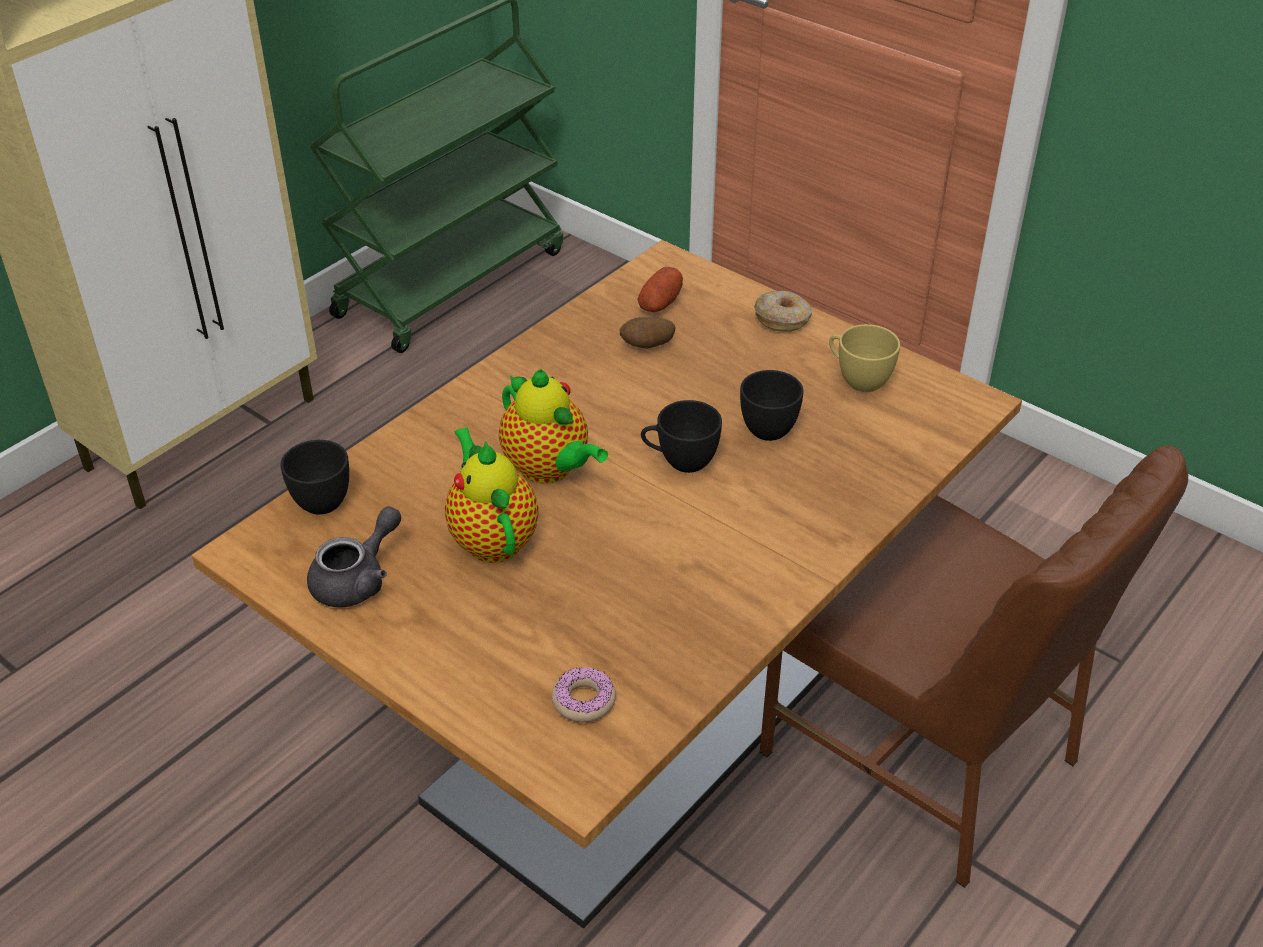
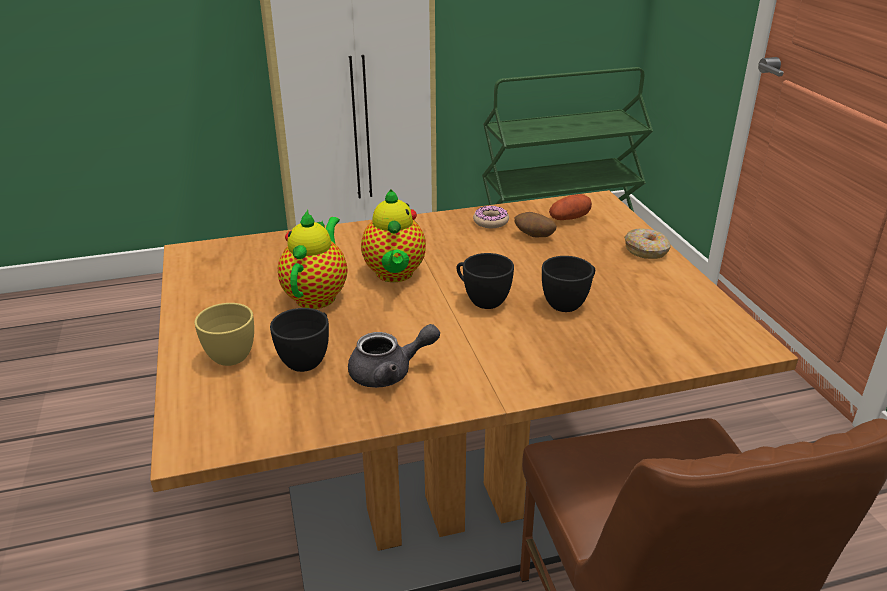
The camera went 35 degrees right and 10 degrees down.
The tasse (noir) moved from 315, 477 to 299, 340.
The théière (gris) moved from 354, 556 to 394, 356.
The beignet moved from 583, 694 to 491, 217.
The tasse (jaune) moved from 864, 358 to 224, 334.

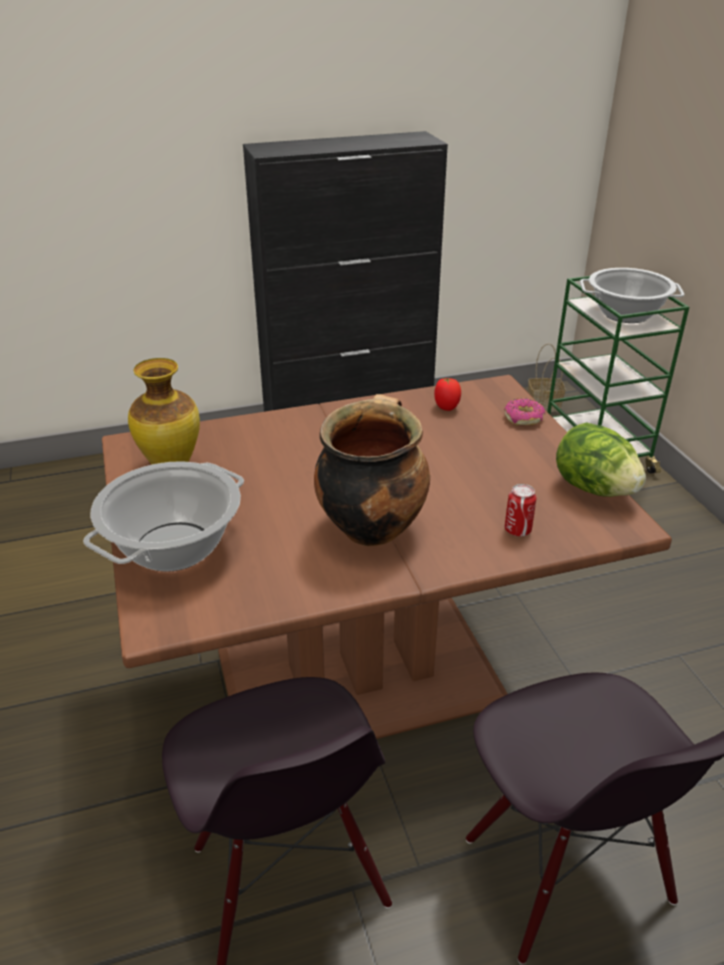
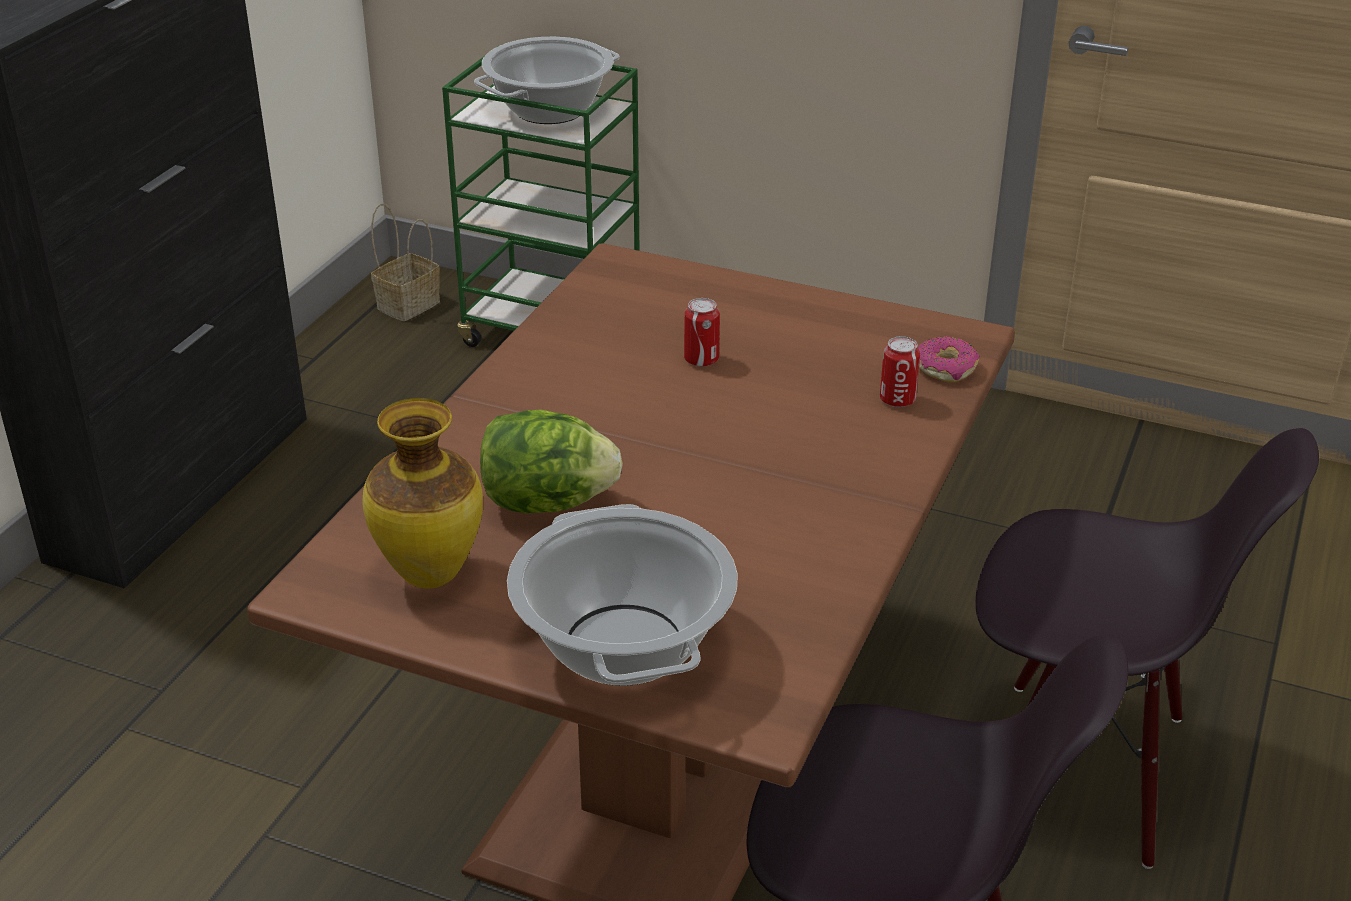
The camera went 50 degrees left and 0 degrees up.
The marmite at 372, 470 disappeared.
The tomate at 447, 394 disappeared.
The beignet moved from 524, 412 to 949, 359.
The laitue moved from 601, 459 to 551, 461.
The boîte métallique at 702, 332 appeared.

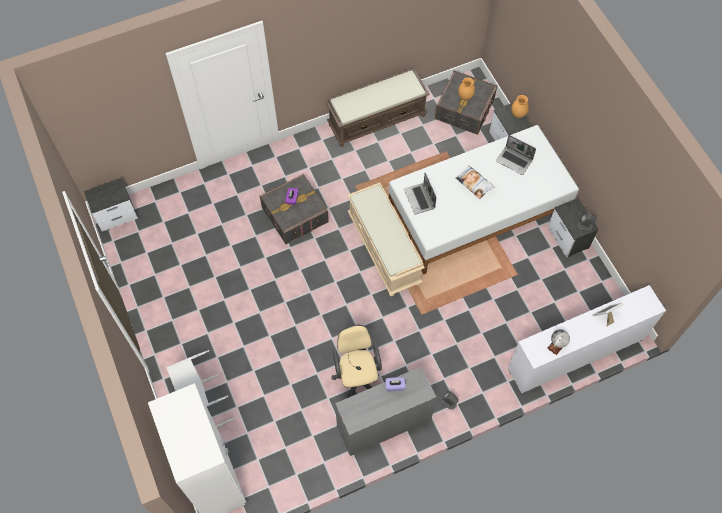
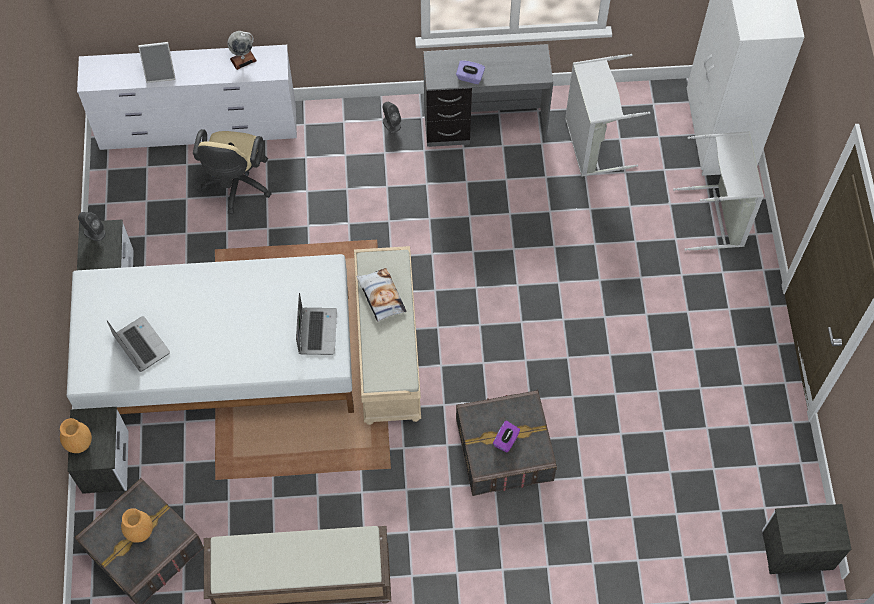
The camera went 160 degrees left and 0 degrees up.
The chaise de bureau (beige) moved from 357, 361 to 232, 171.
The coussin moved from 475, 182 to 381, 295.
The panier à linge (gris) at 608, 115 appeared.

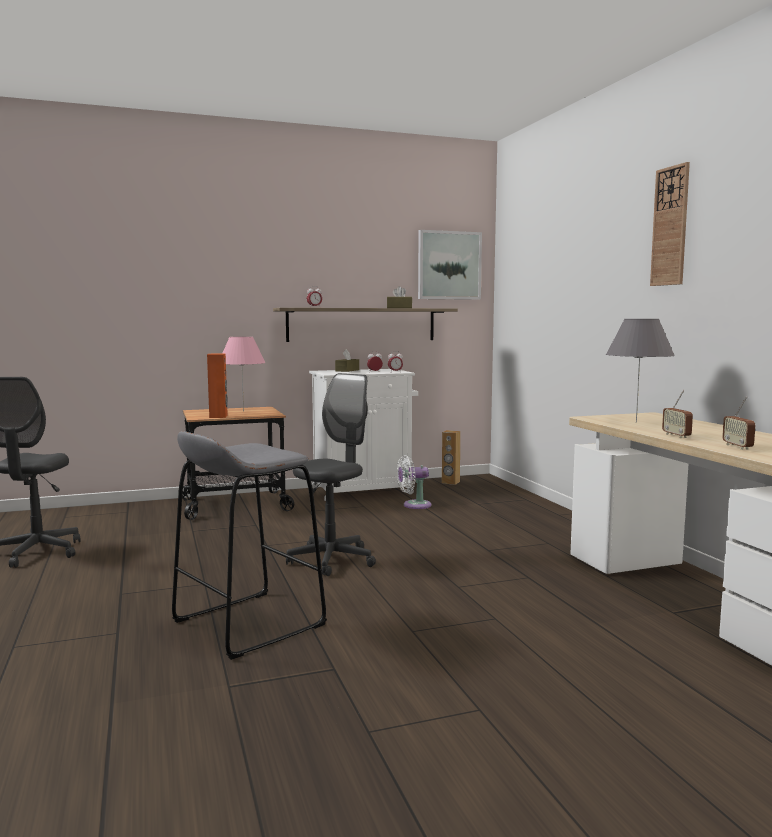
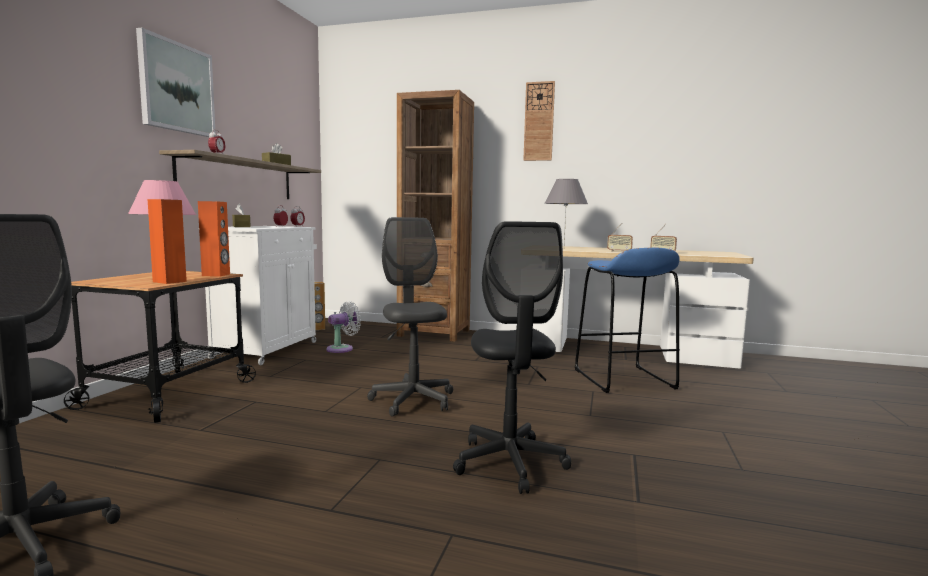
The camera went 55 degrees left and 0 degrees up.
The tabouret (gris) at 249, 545 was replaced by the chaise de bureau (noir) at 512, 357.
The ventilateur (blanc) at 414, 482 turned 150 degrees counterclockwise.
The tableau moved from 450, 265 to 176, 82.
The enceinte (orange) at 214, 239 appeared.
The bibliothèque (marron) at 435, 216 appeared.
The tabouret (bleu) at 627, 320 appeared.

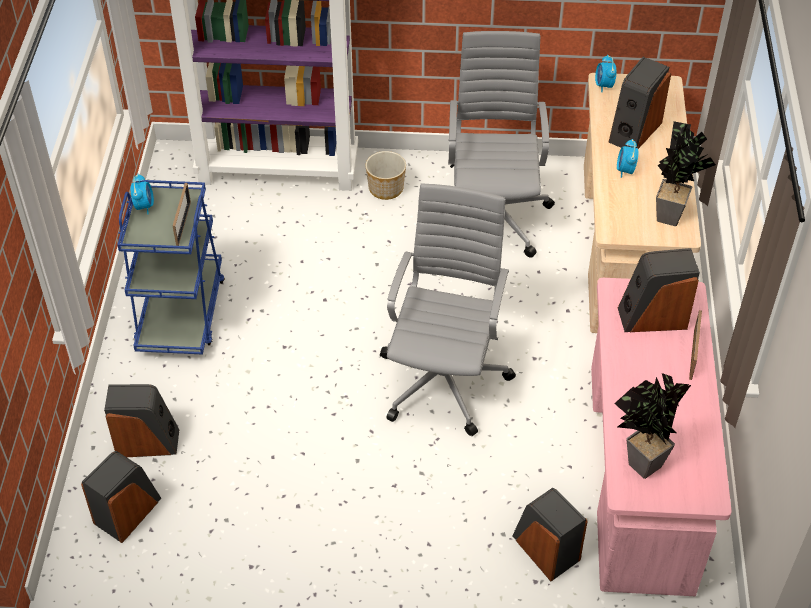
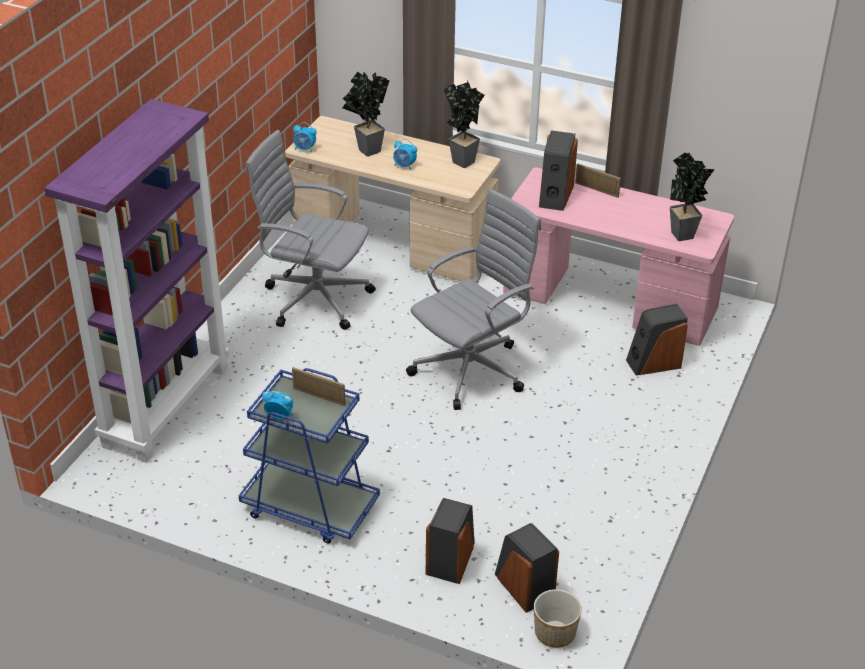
The camera went 70 degrees left and 10 degrees down.
The cache-pot moved from 385, 175 to 558, 618.
The chaise de bureau (gris) at 448, 309 turned 105 degrees clockwise.
The enceinte at 639, 103 was replaced by the plante en pot at 366, 114.

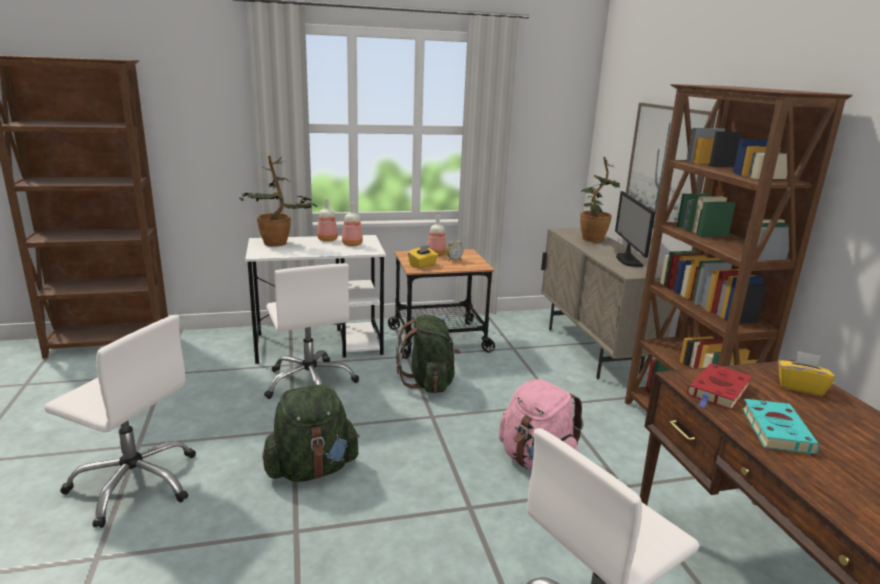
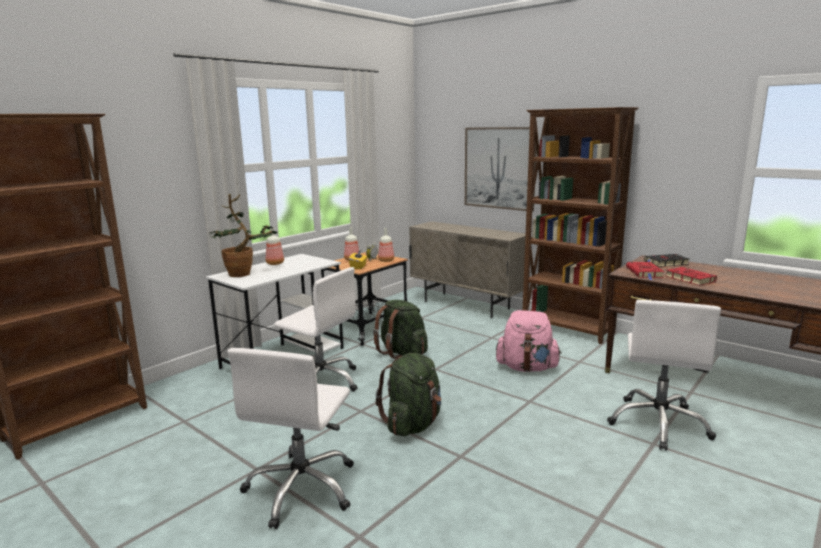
The camera went 35 degrees left and 5 degrees down.
The chaise de bureau (blanc) at 120, 421 turned 120 degrees clockwise.
The bouteille moved from 352, 224 to 386, 245.
The plante en pot at 600, 199 disappeared.
The écran d'ordinateur at 635, 229 disappeared.
The livre (turquoise) at 781, 426 became the livre (rouge) at 691, 276.
The boîte à mouchoirs (jaune) at 806, 373 was replaced by the livre (noir) at 666, 260.

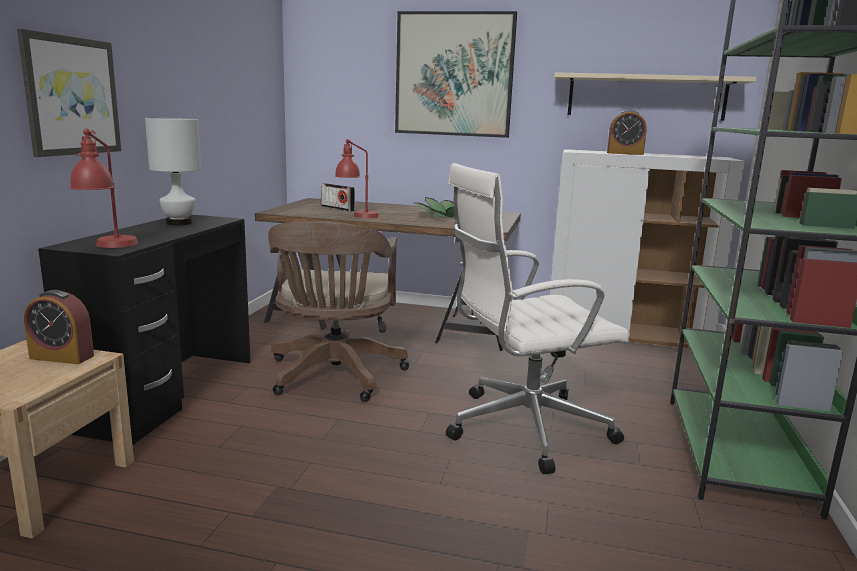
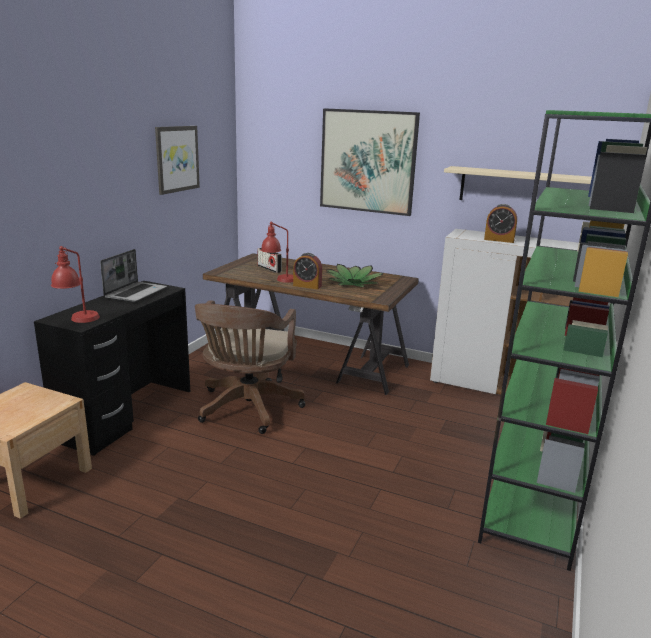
The camera went 10 degrees right and 5 degrees up.
The tableau moved from 69, 93 to 177, 160.
The réveil moved from 59, 327 to 307, 271.
The lampe de table (blanc) at 173, 171 was replaced by the ordinateur portable at 133, 275.
The chaise de bureau (blanc) at 538, 318 disappeared.

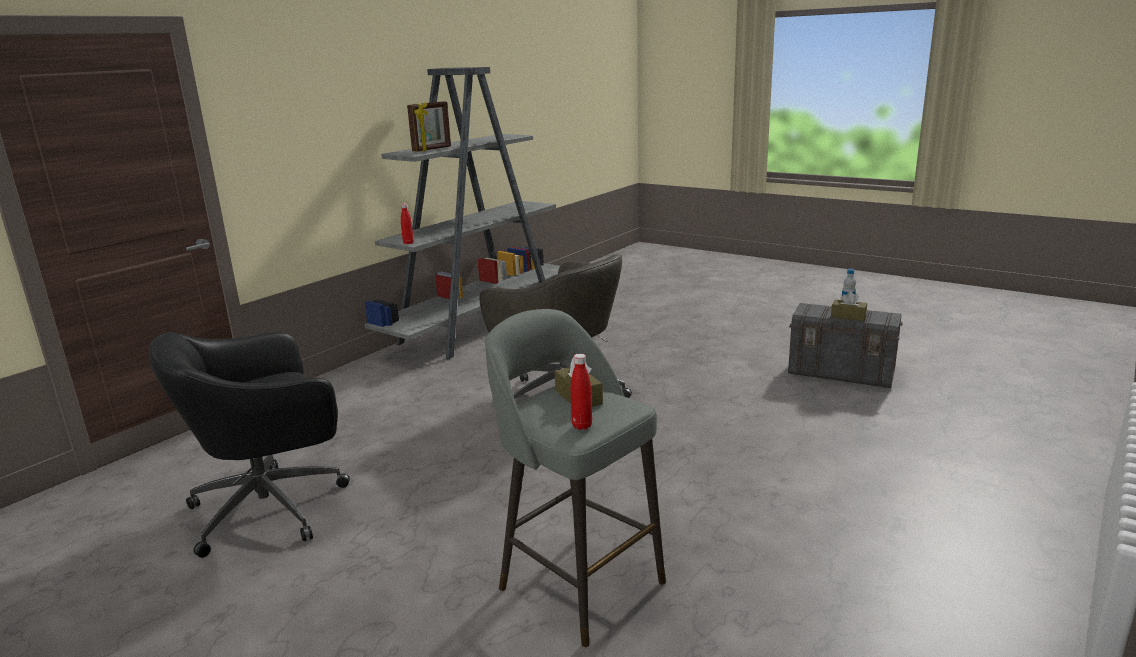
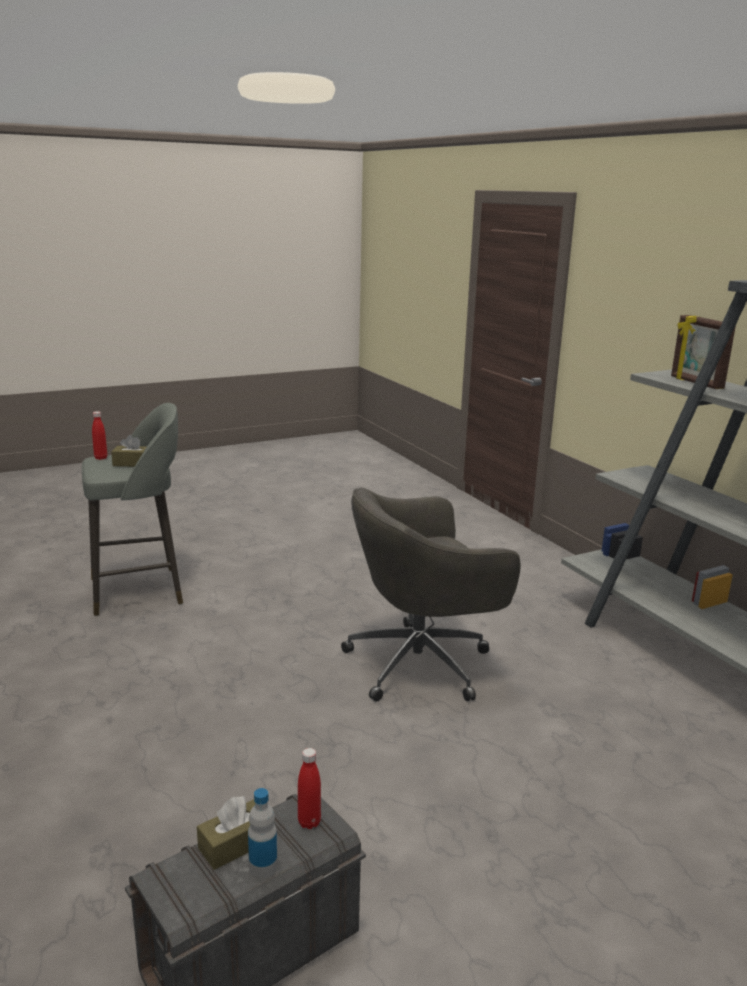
The camera went 115 degrees right and 0 degrees up.
The chaise de bureau (noir) at 249, 445 disappeared.
The bouteille (rouge) moved from 407, 223 to 309, 788.

